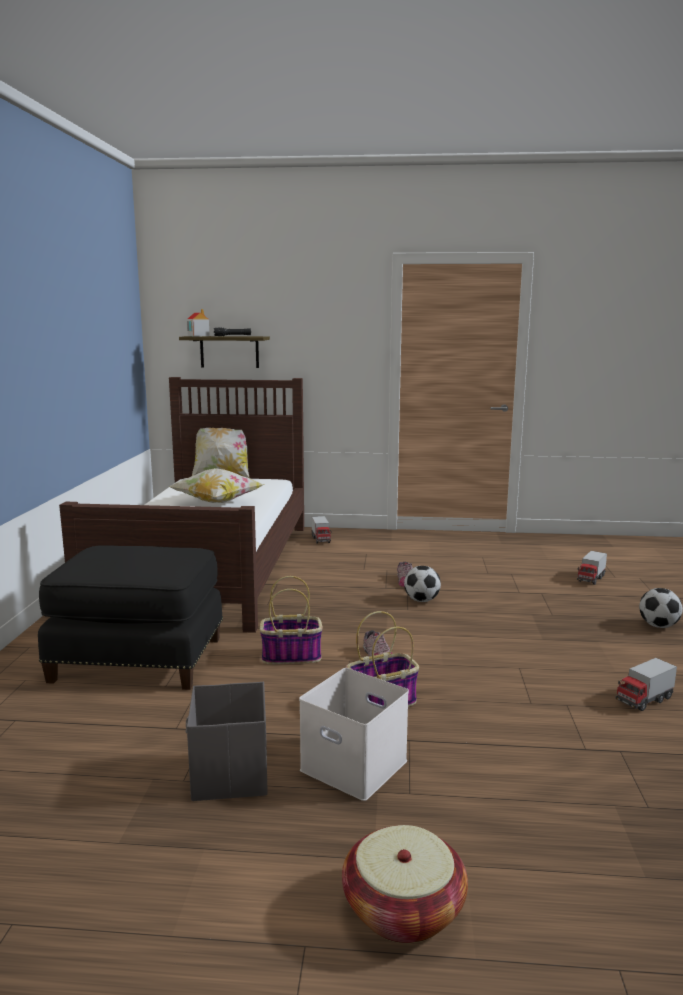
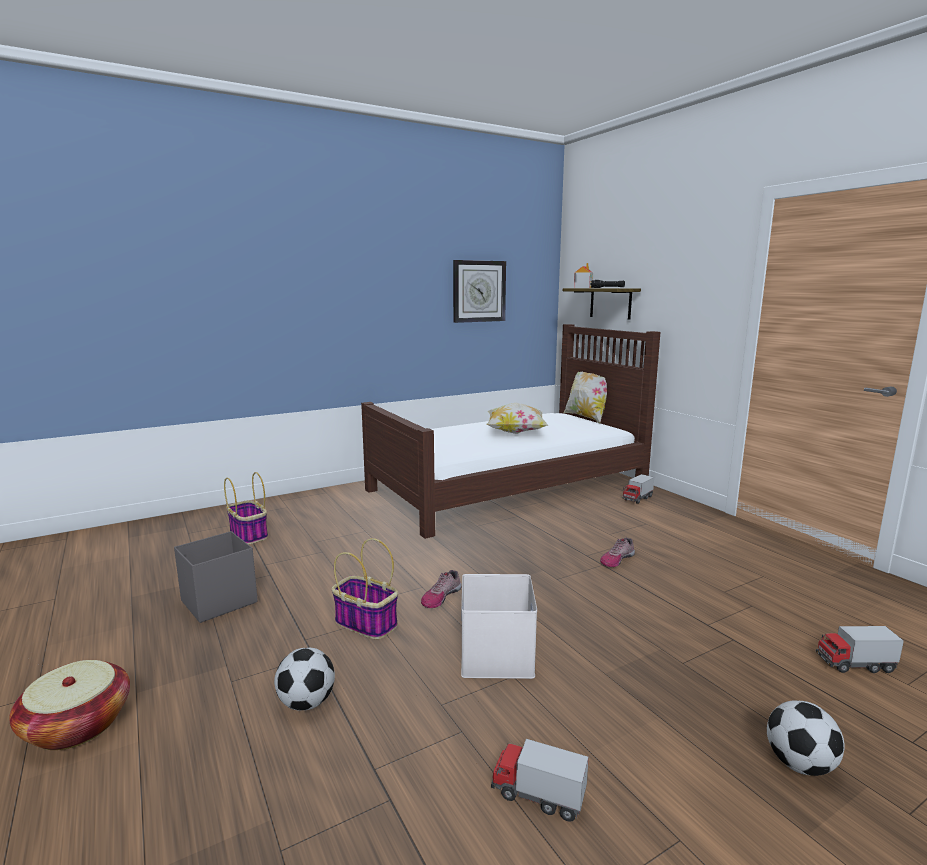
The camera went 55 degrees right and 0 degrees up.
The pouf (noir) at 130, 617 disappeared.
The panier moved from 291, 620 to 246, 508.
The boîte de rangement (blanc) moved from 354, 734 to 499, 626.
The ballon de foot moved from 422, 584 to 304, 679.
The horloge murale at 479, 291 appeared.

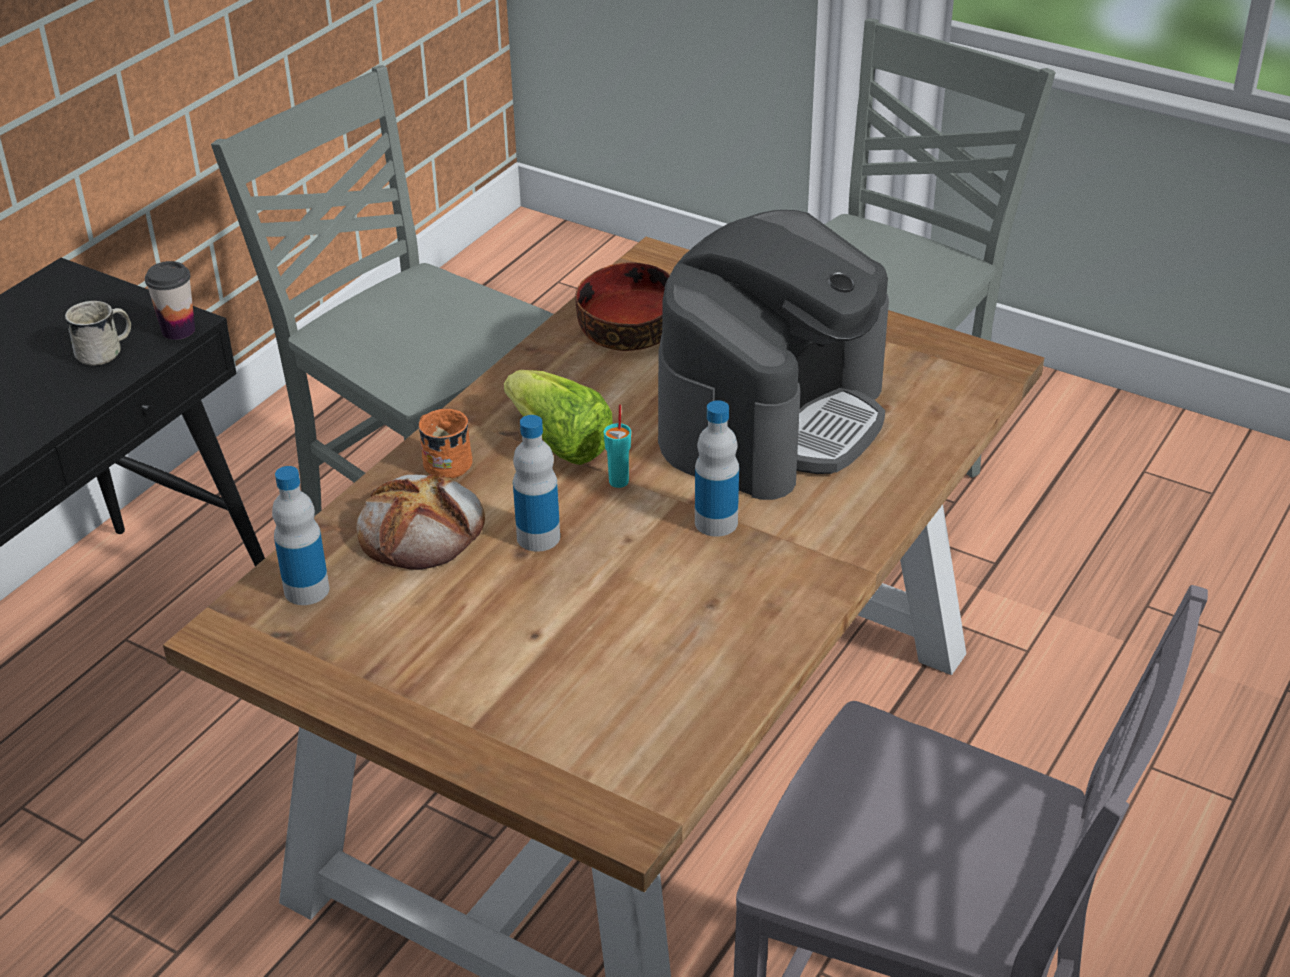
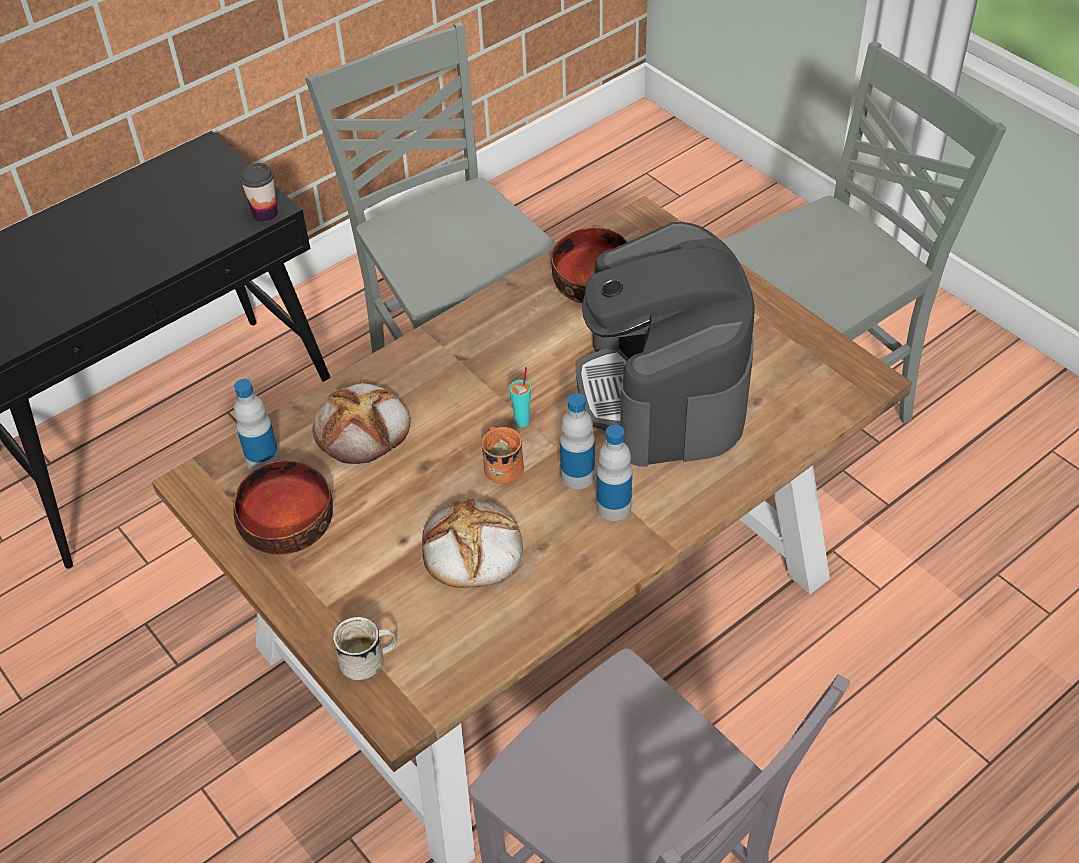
The camera went 20 degrees right and 10 degrees up.
The mug (blanc) moved from 98, 333 to 365, 648.
The mug (orange) moved from 445, 444 to 502, 455.
The laitue at 558, 417 disappeared.
The bouteille moved from 536, 483 to 614, 473.
The machine à café at 773, 355 turned 120 degrees clockwise.
The bol at 283, 507 appeared.
The pain at 472, 543 appeared.

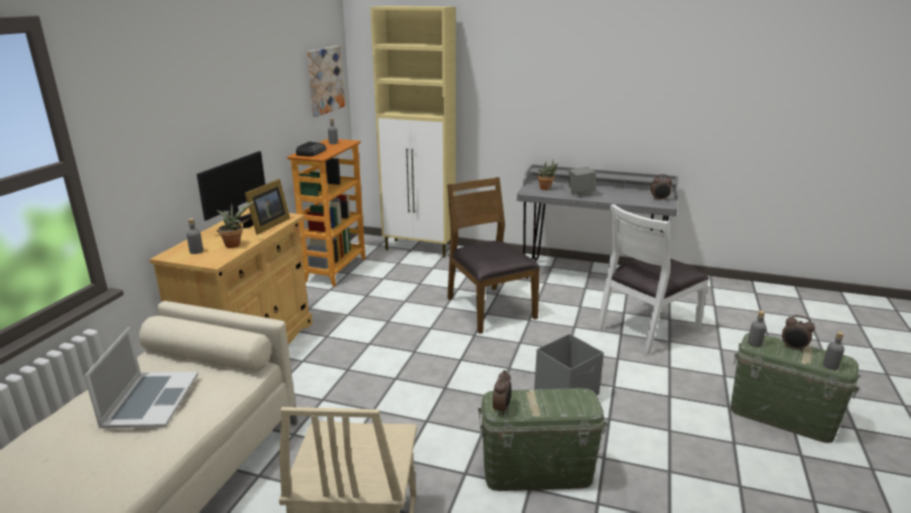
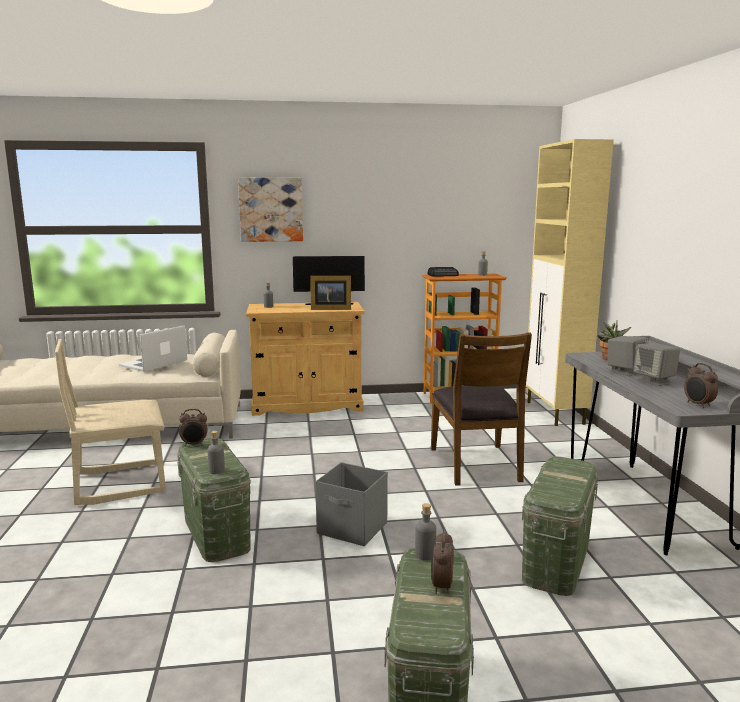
The camera went 65 degrees right and 10 degrees down.
The ordinateur portable at 141, 377 turned 150 degrees clockwise.
The plante en pot at 235, 224 disappeared.
The tableau moved from 326, 81 to 270, 210.
The chaise (marron) at 493, 255 turned 135 degrees clockwise.
The chaise (blanc) at 653, 279 was replaced by the boîte de rangement (vert) at 560, 526.
The bouteille (gris) moved from 833, 350 to 216, 452.
The enceinte (gris) at 656, 364 appeared.

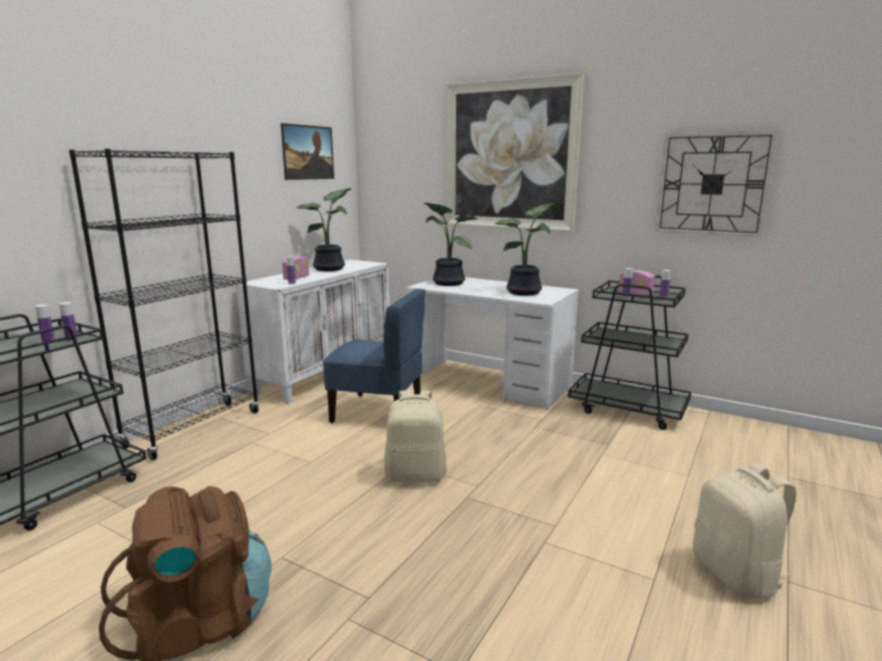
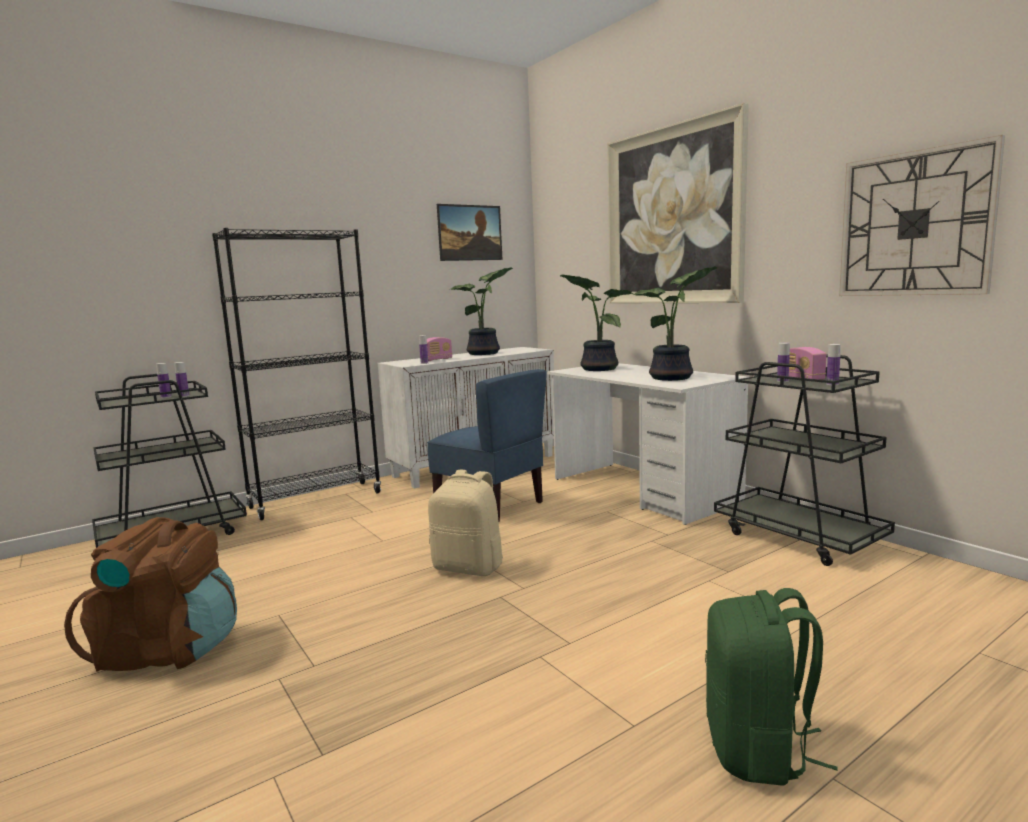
The camera went 25 degrees right and 5 degrees down.
The sac à dos (beige) at 744, 531 became the sac à dos (vert) at 771, 687.

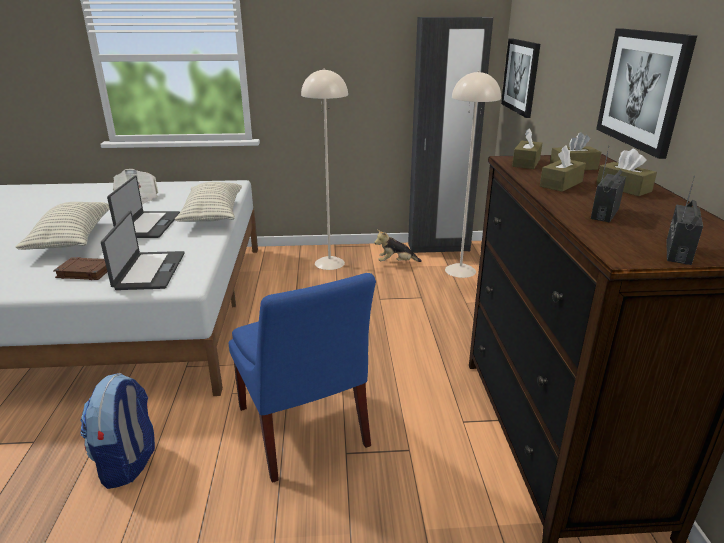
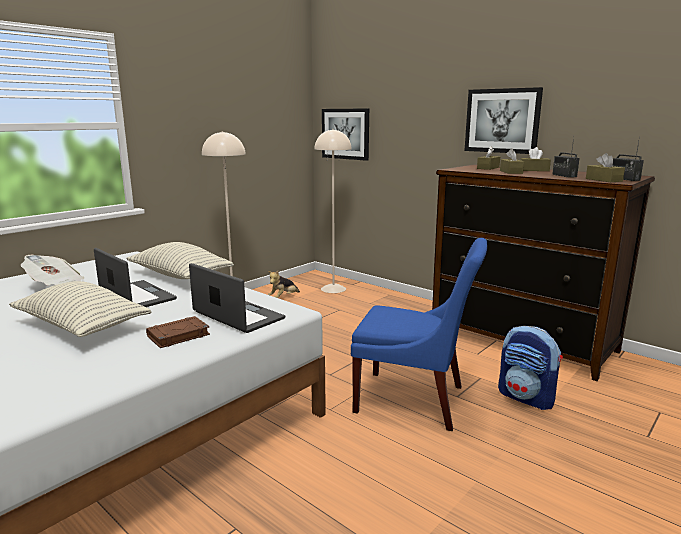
The camera went 45 degrees left and 10 degrees down.
The sac à dos moved from 117, 431 to 530, 368.
The armoire (noir) at 450, 135 disappeared.
The boîte à mouchoirs (marron) moved from 527, 148 to 605, 167.

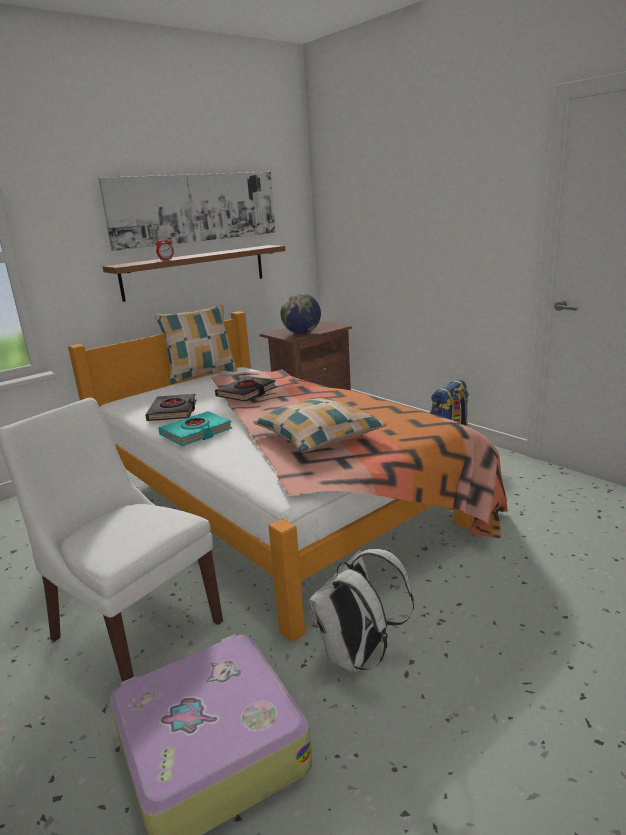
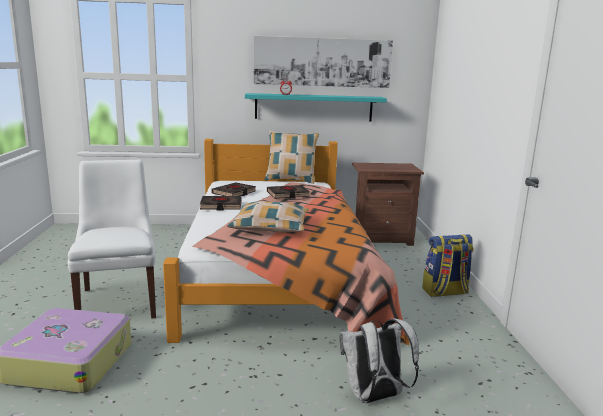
The camera went 35 degrees right and 5 degrees down.
The étagère (marron) at 194, 273 became the étagère (turquoise) at 316, 107.
The livre (turquoise) at 195, 428 became the livre (noir) at 221, 203.
The globe at 301, 313 disappeared.
The sac à dos (blanc) moved from 361, 610 to 379, 360.

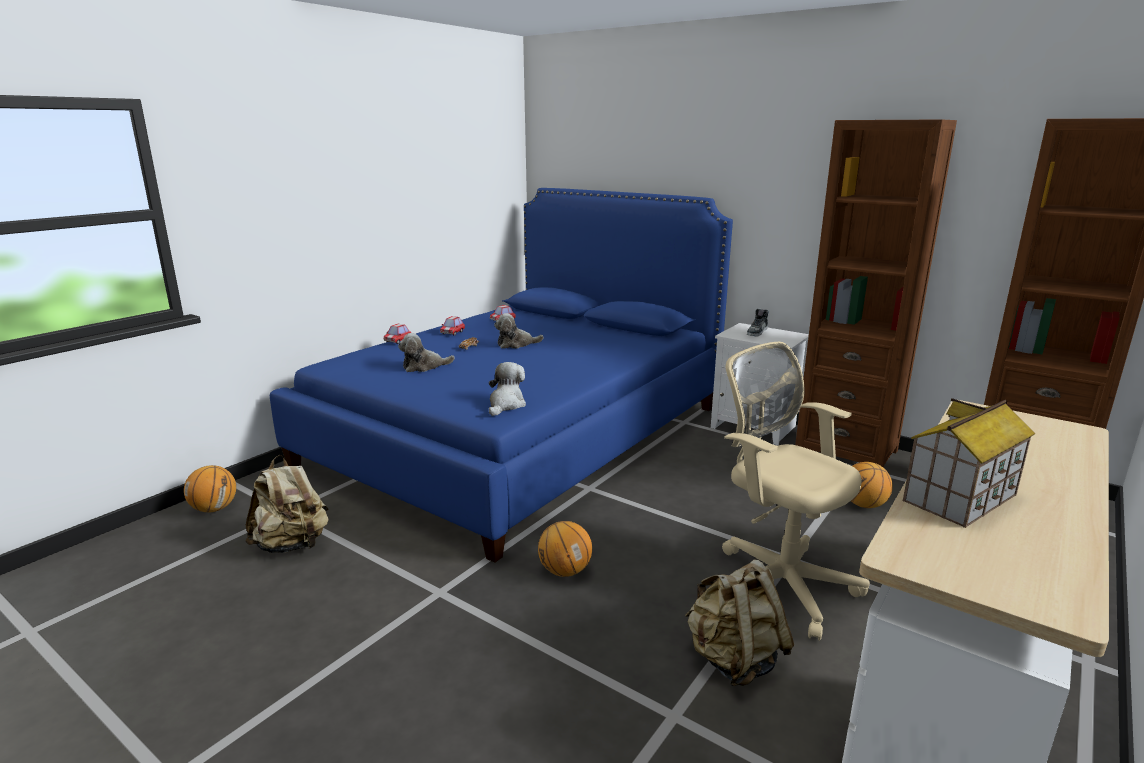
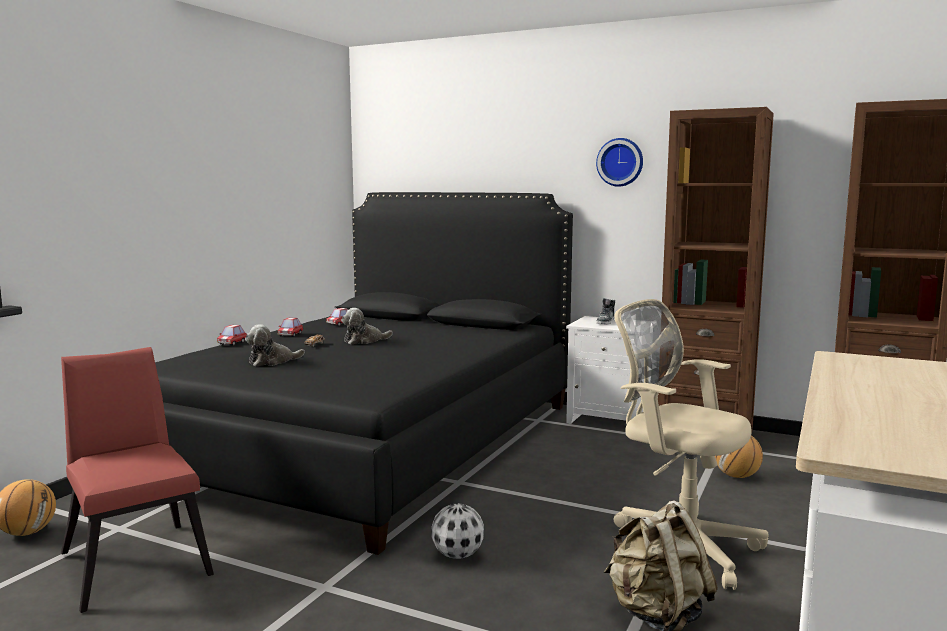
The camera went 10 degrees left and 10 degrees down.
The sac à dos (beige) at 287, 504 was replaced by the chaise (rouge) at 137, 480.
The lit (bleu) at 501, 375 became the lit (noir) at 364, 373.
The peluche at 507, 389 disappeared.
The ballon de basket at 565, 549 was replaced by the ballon de foot at 457, 531.
The maison miniature at 969, 463 disappeared.
The horloge murale at 619, 162 appeared.

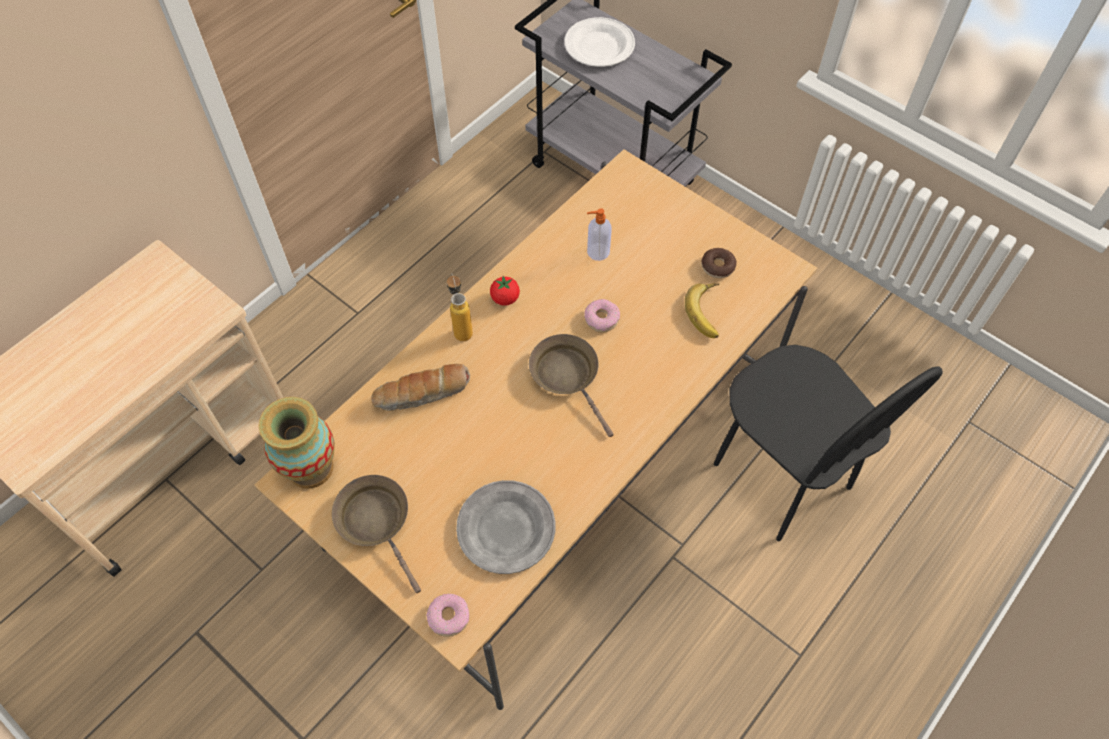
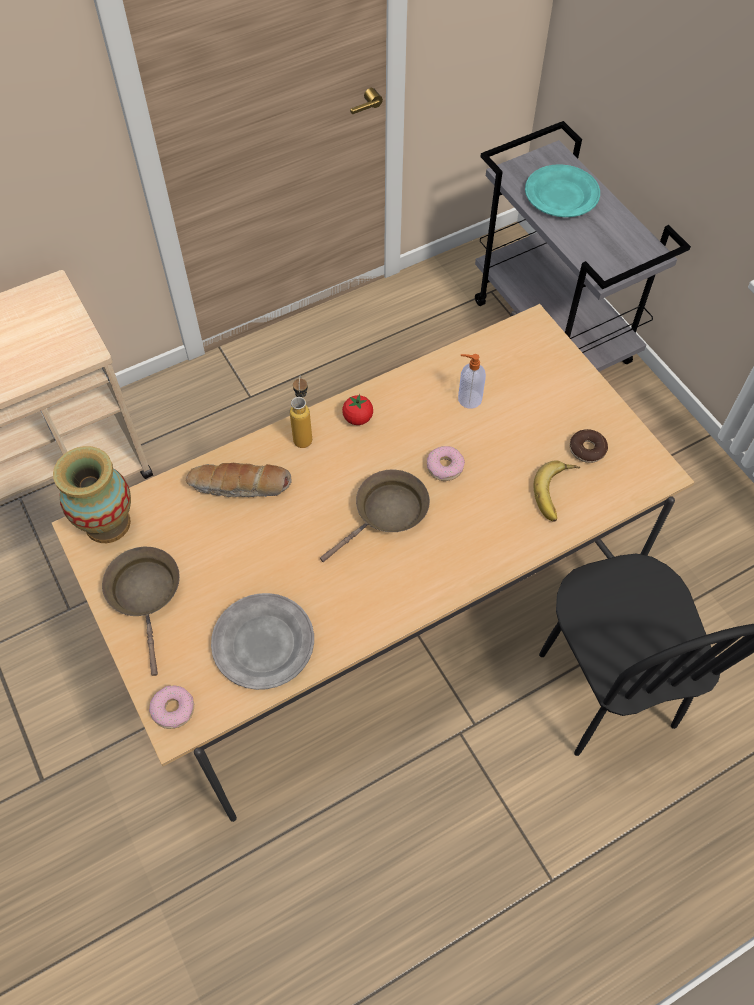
The camera went 20 degrees right and 0 degrees up.
The poêle (marron) at 571, 385 turned 60 degrees clockwise.
The assiette (blanc) at 599, 42 became the assiette (turquoise) at 562, 190.

